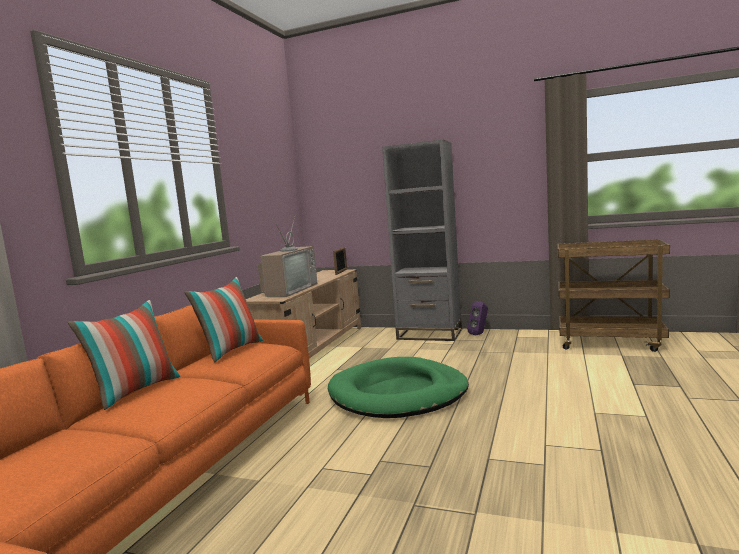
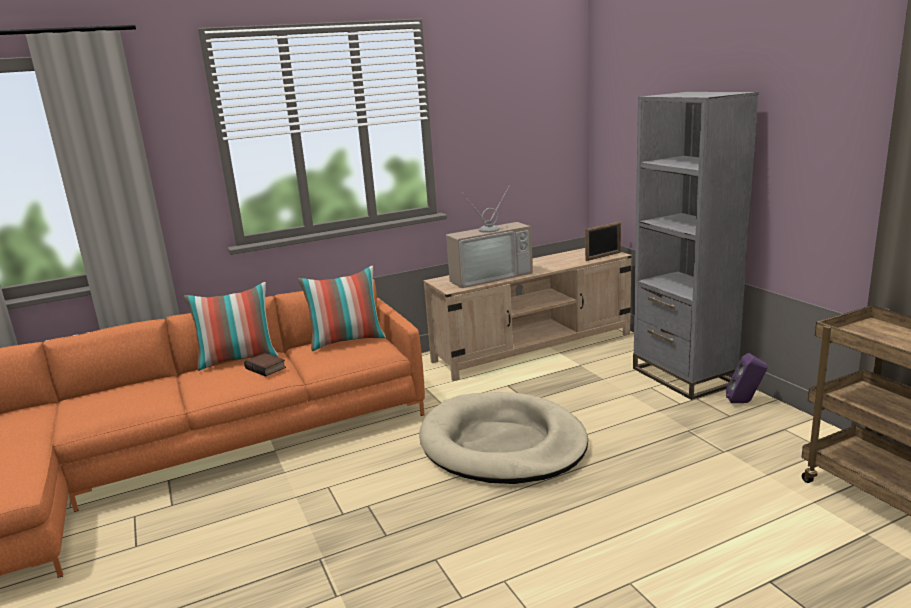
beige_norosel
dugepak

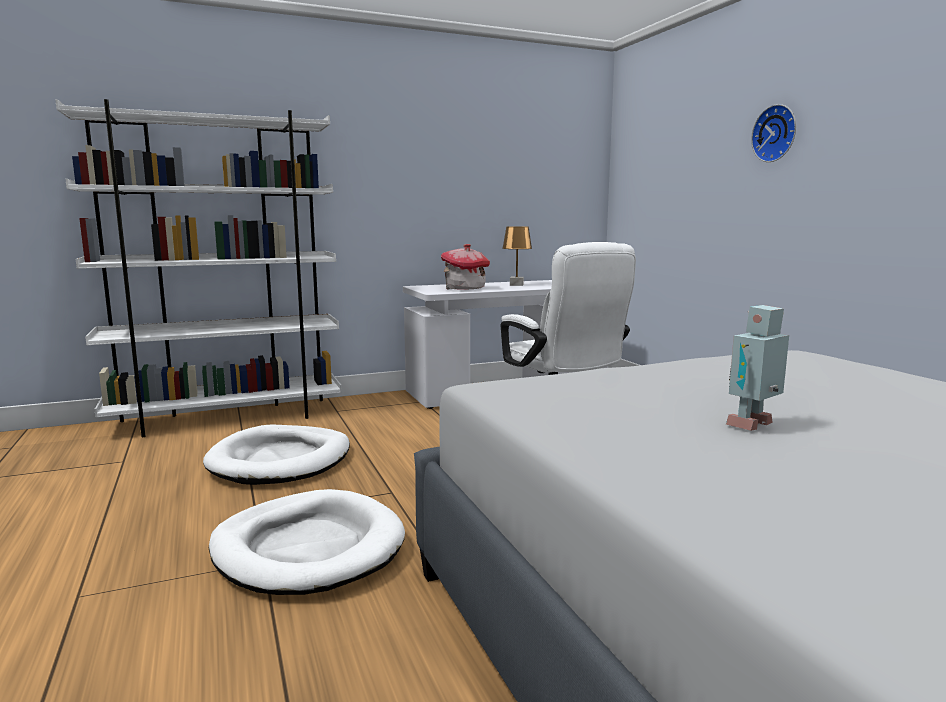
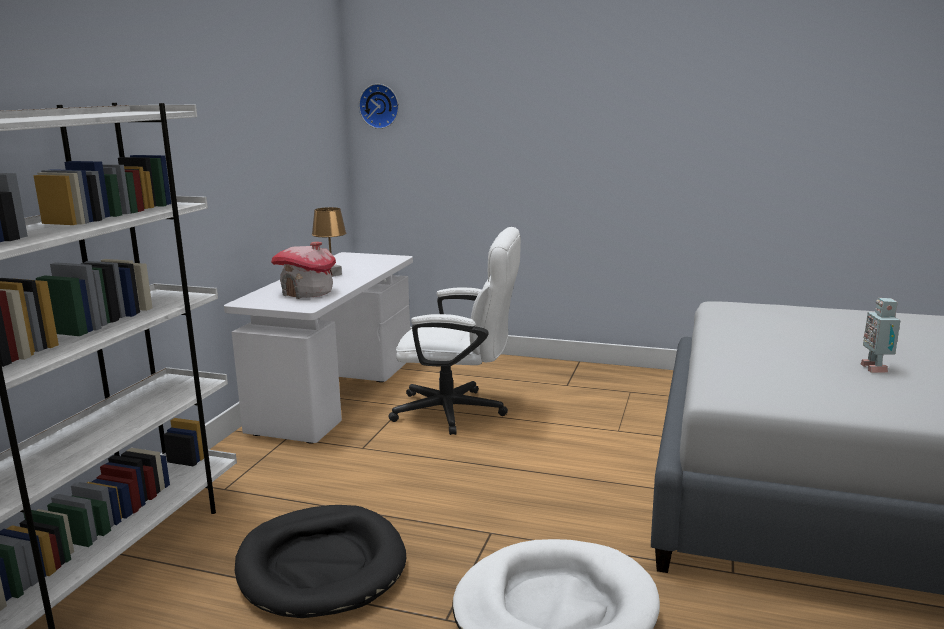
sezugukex
black_norosel

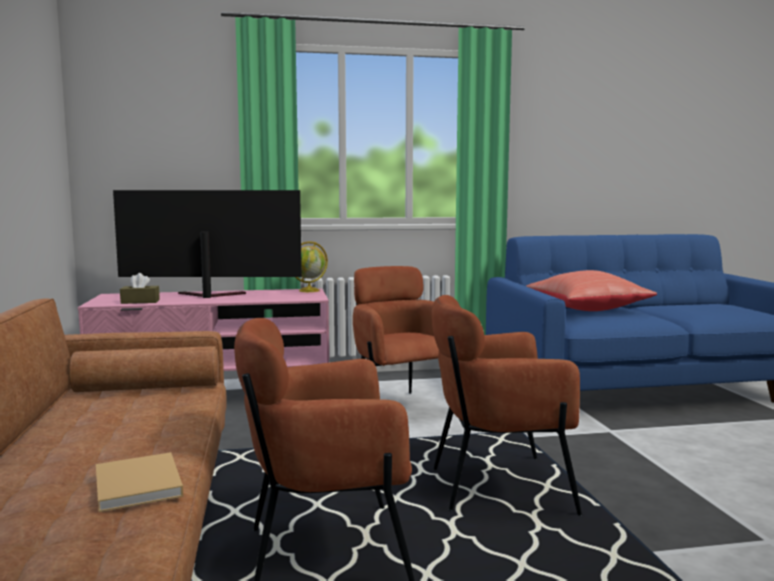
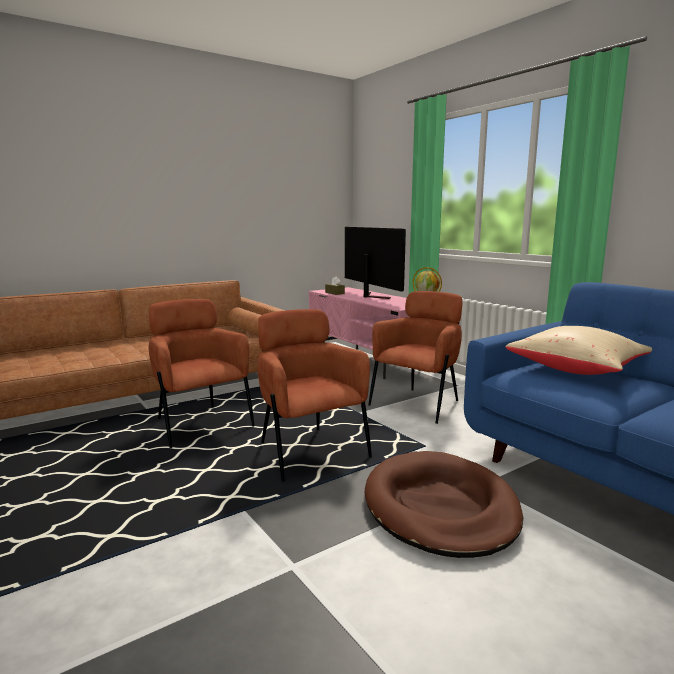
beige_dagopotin
beige_dugepak
brown_norosel

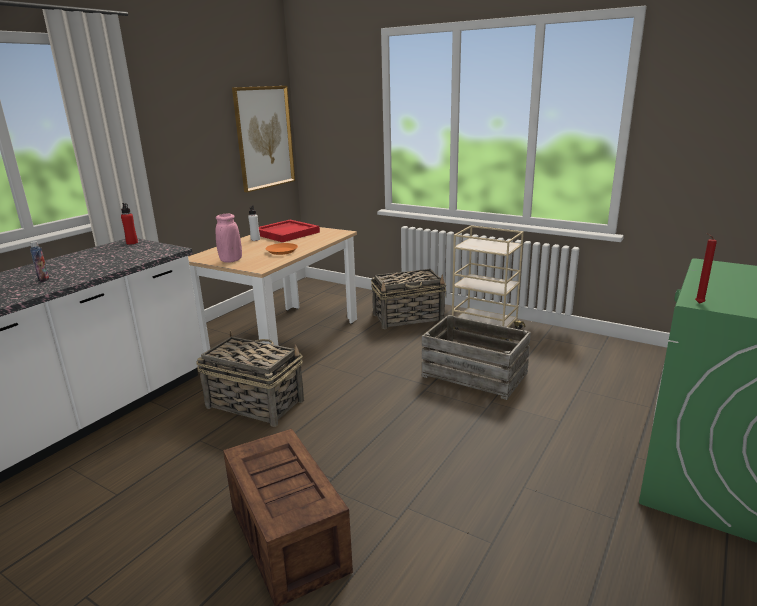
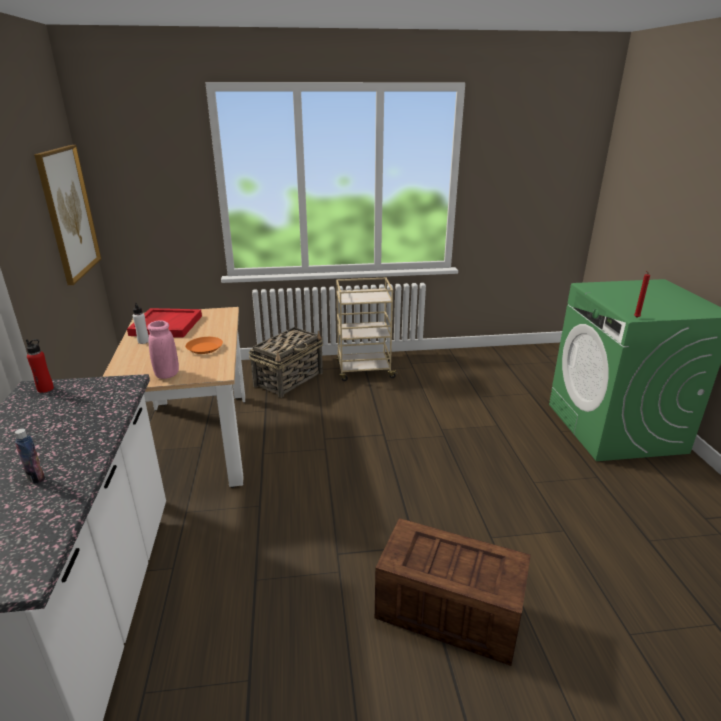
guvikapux (no. 2 from left in the first image)
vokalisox (no. 1 from left in the first image)

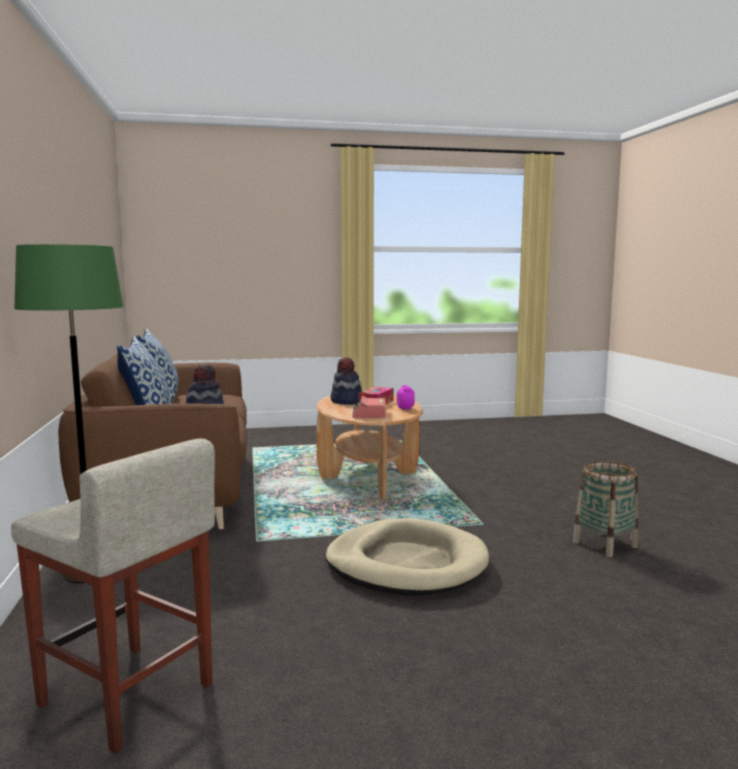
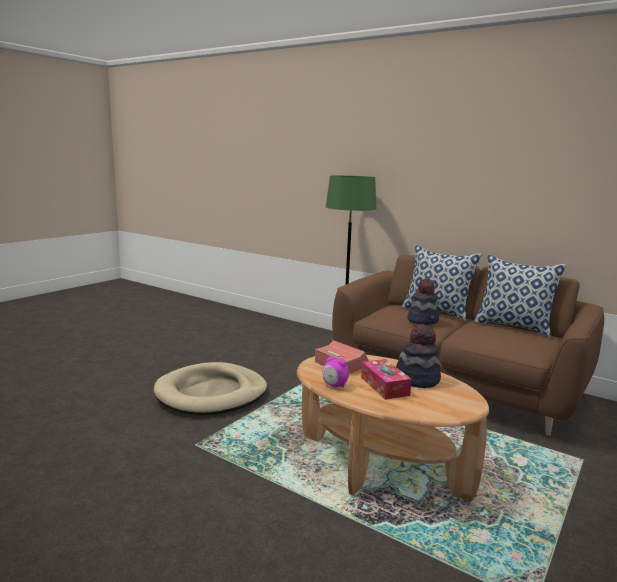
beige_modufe
vokalisox

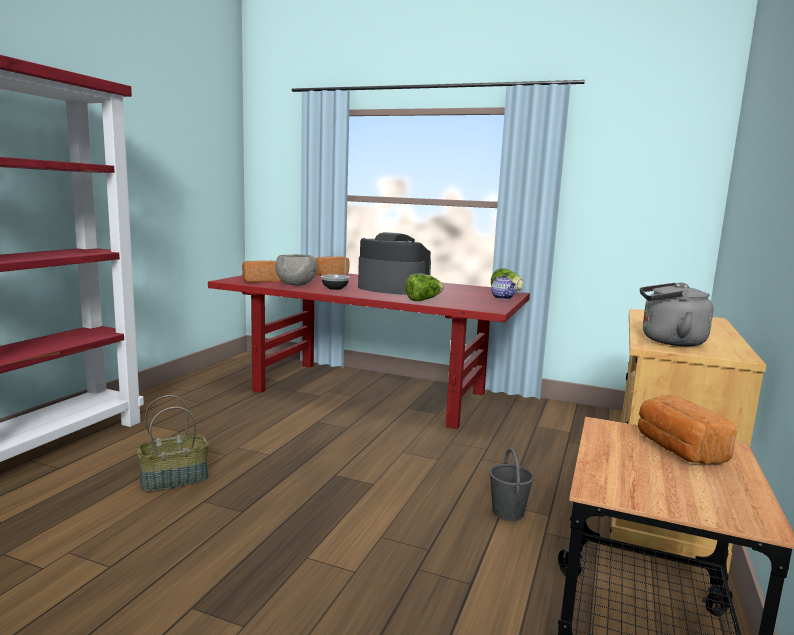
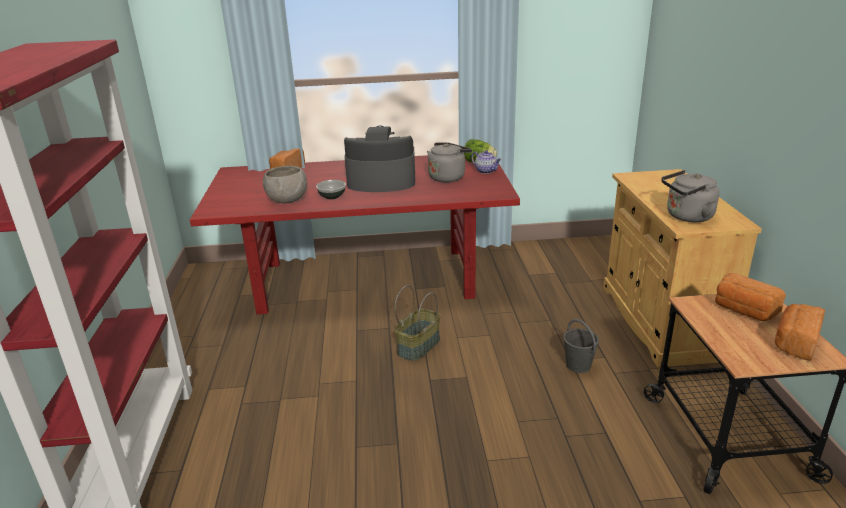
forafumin (no. 3 from left)
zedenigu (no. 1 from left in the first image)
vokalisox
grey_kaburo (no. 1 from left)

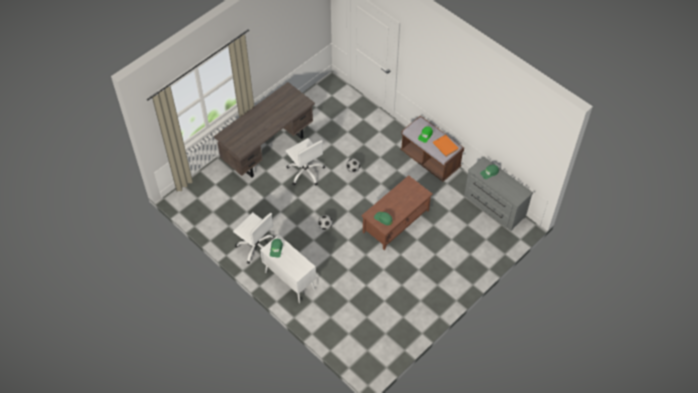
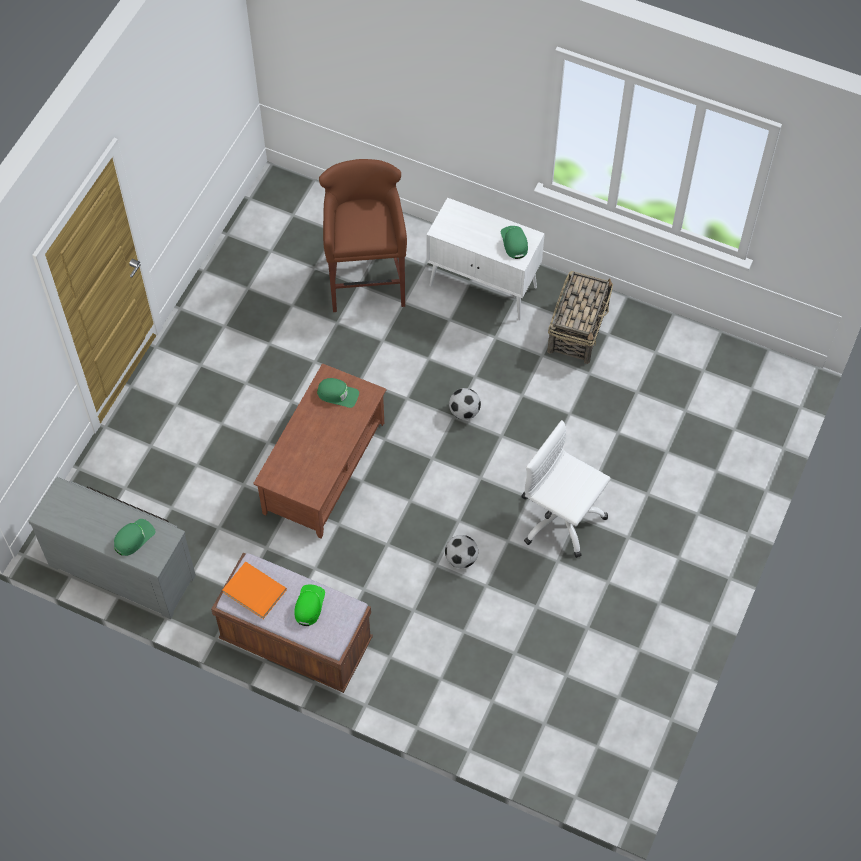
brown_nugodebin
vokalisox
brown_modufe

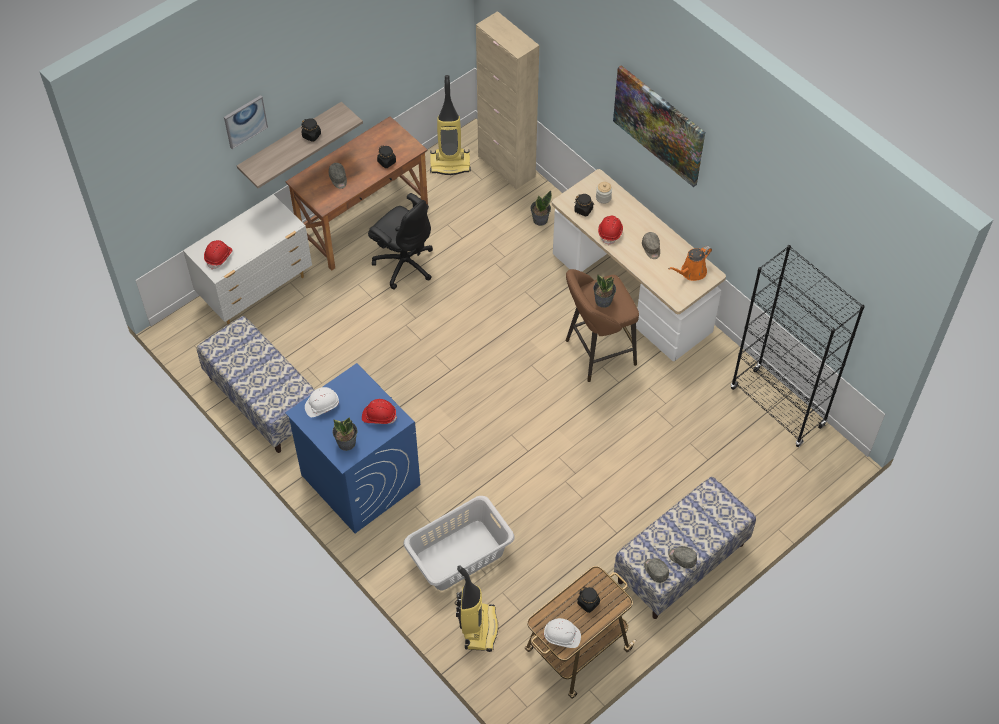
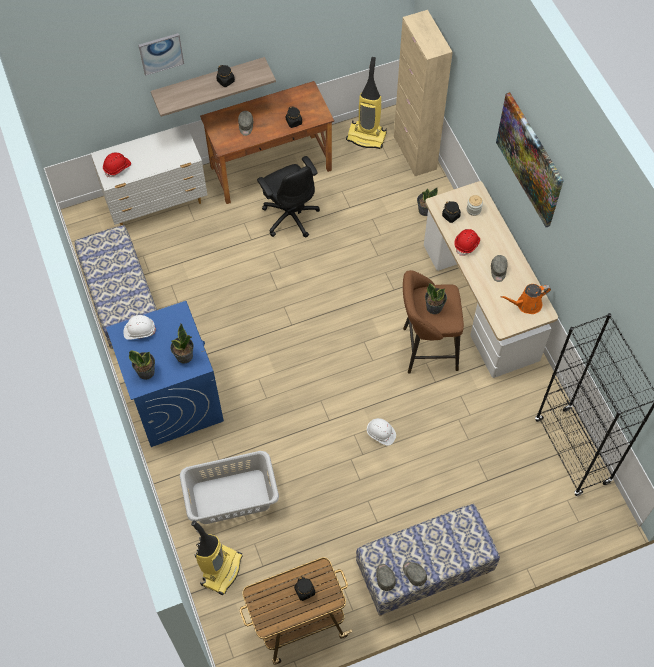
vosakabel (no. 2 from left)
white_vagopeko (no. 2 from left)

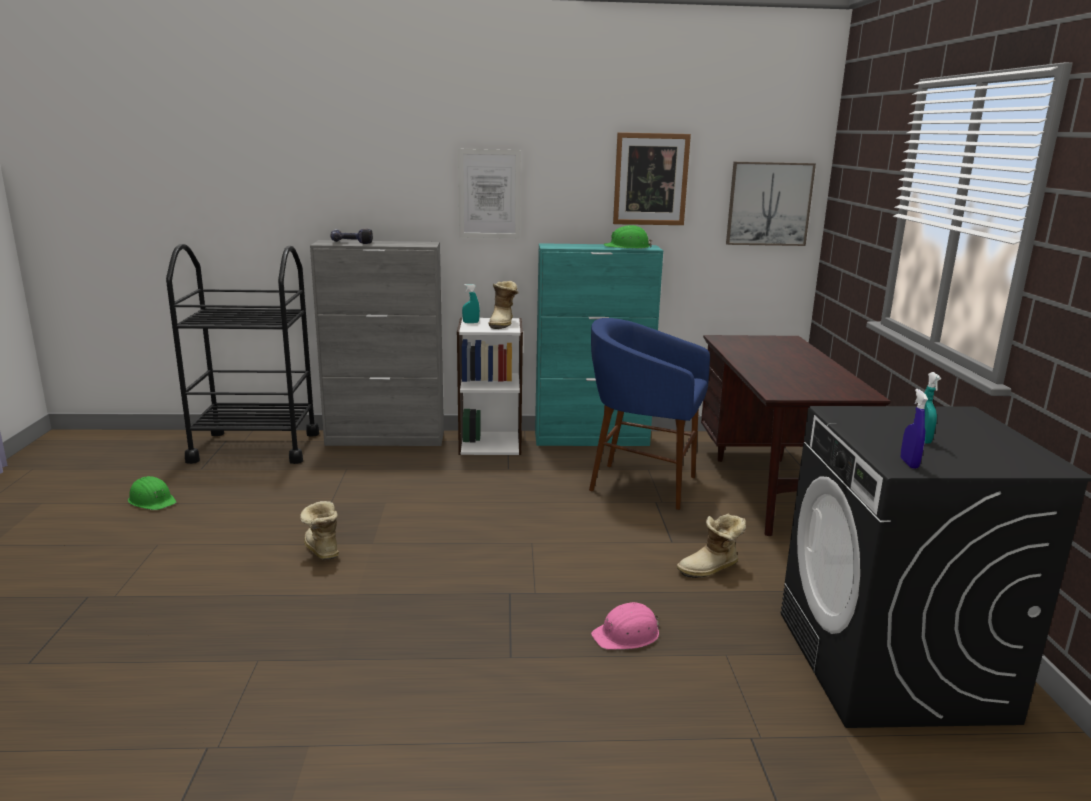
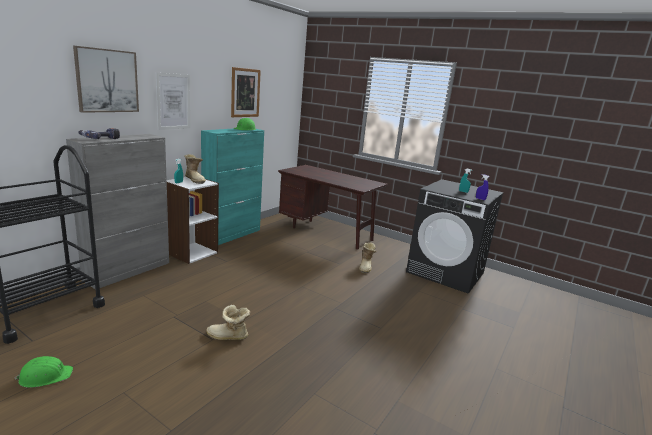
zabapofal (no. 1 from left)
blue_modufe
pink_vagopeko

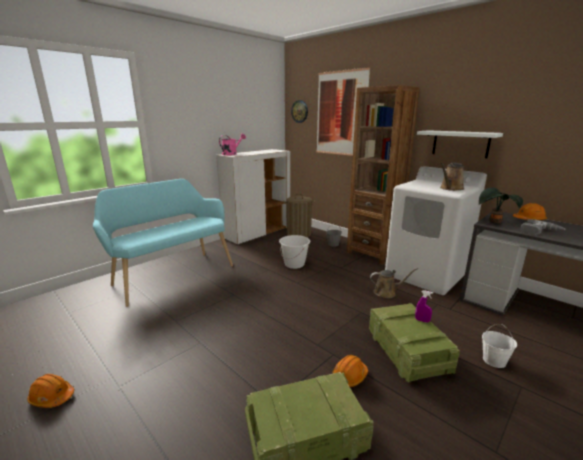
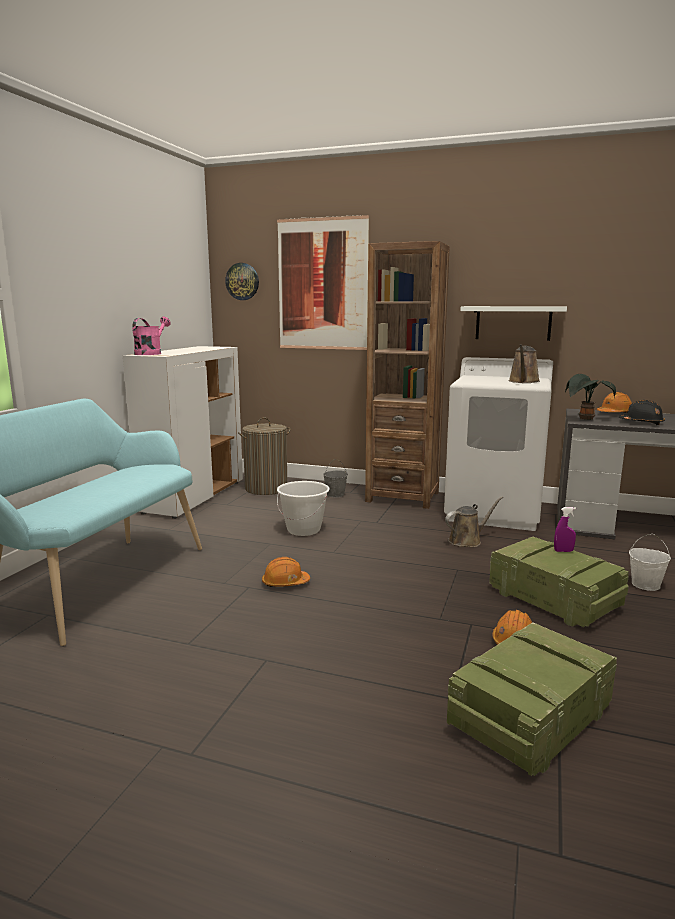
black_vagopeko
orange_vagopeko (no. 1 from left)

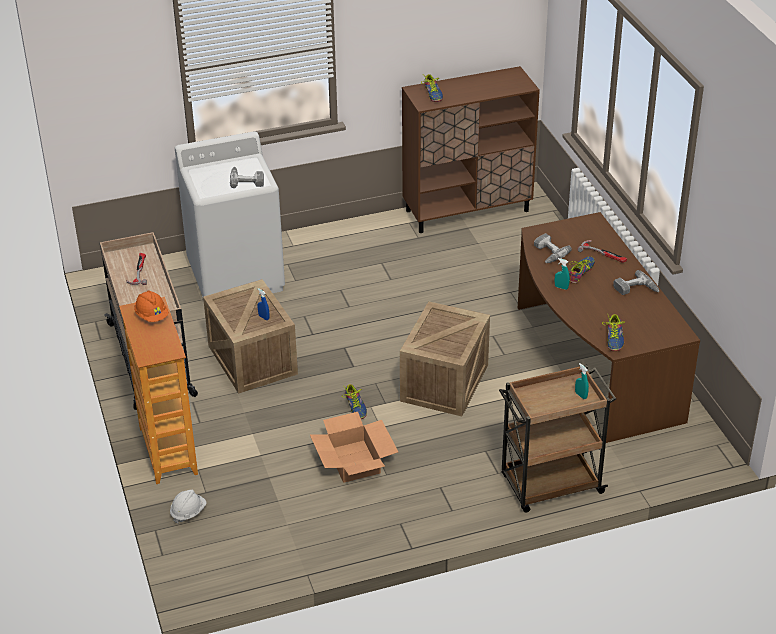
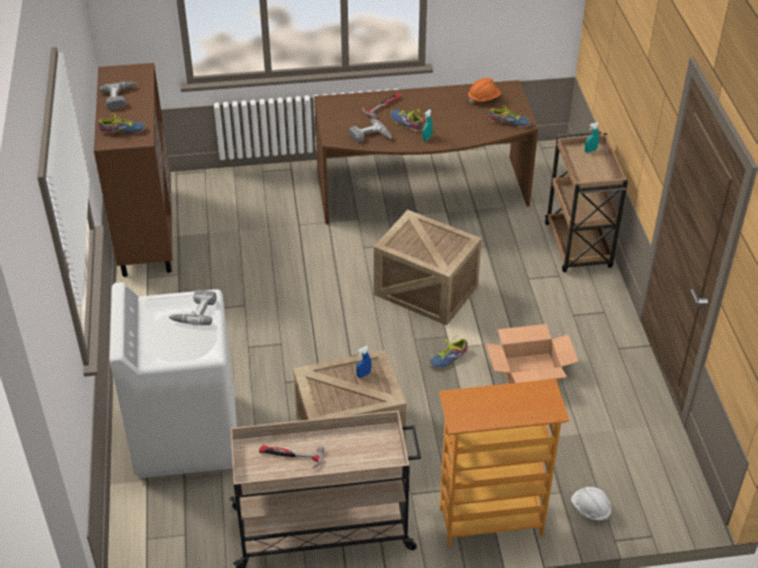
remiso (no. 1 from left)
orange_vagopeko
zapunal (no. 3 from left)

